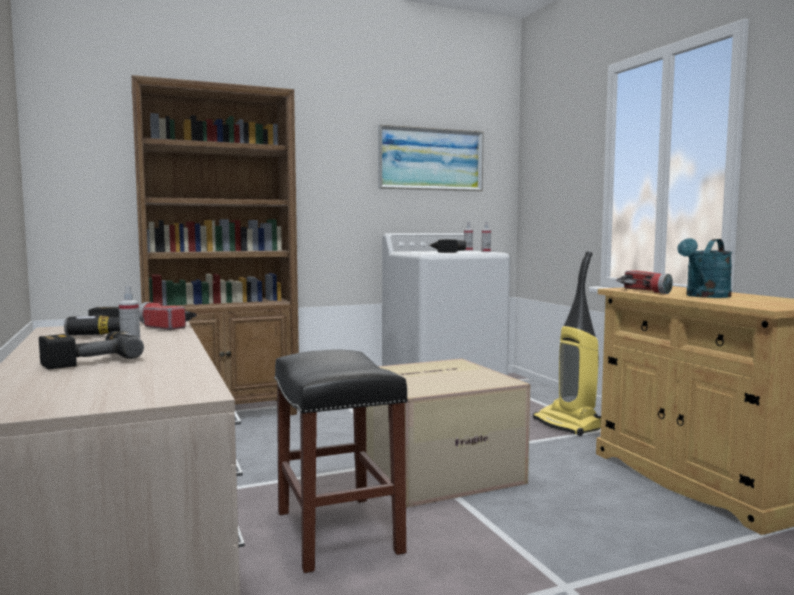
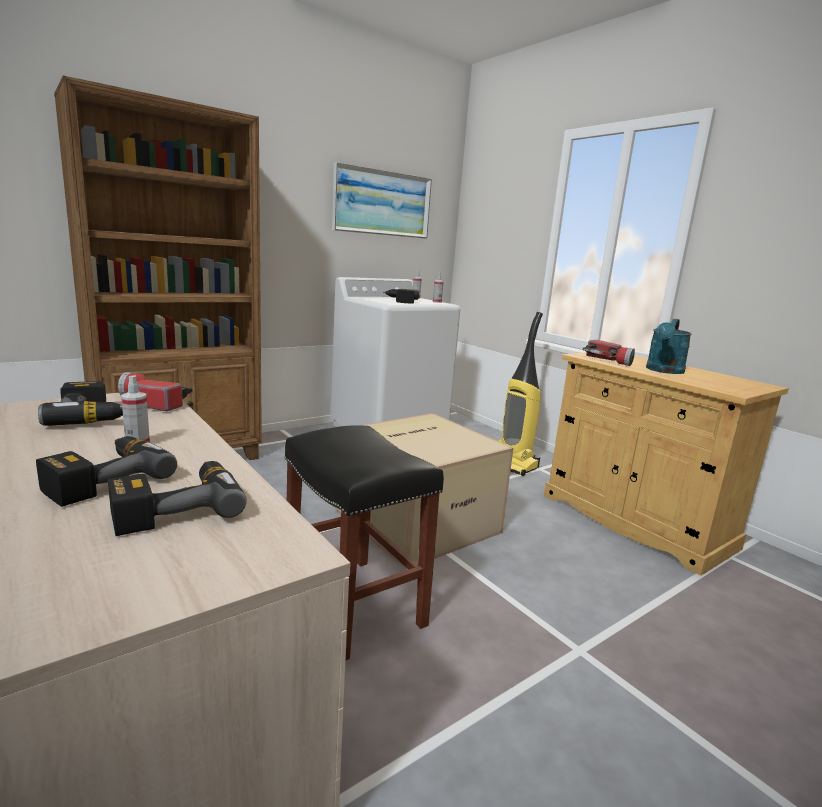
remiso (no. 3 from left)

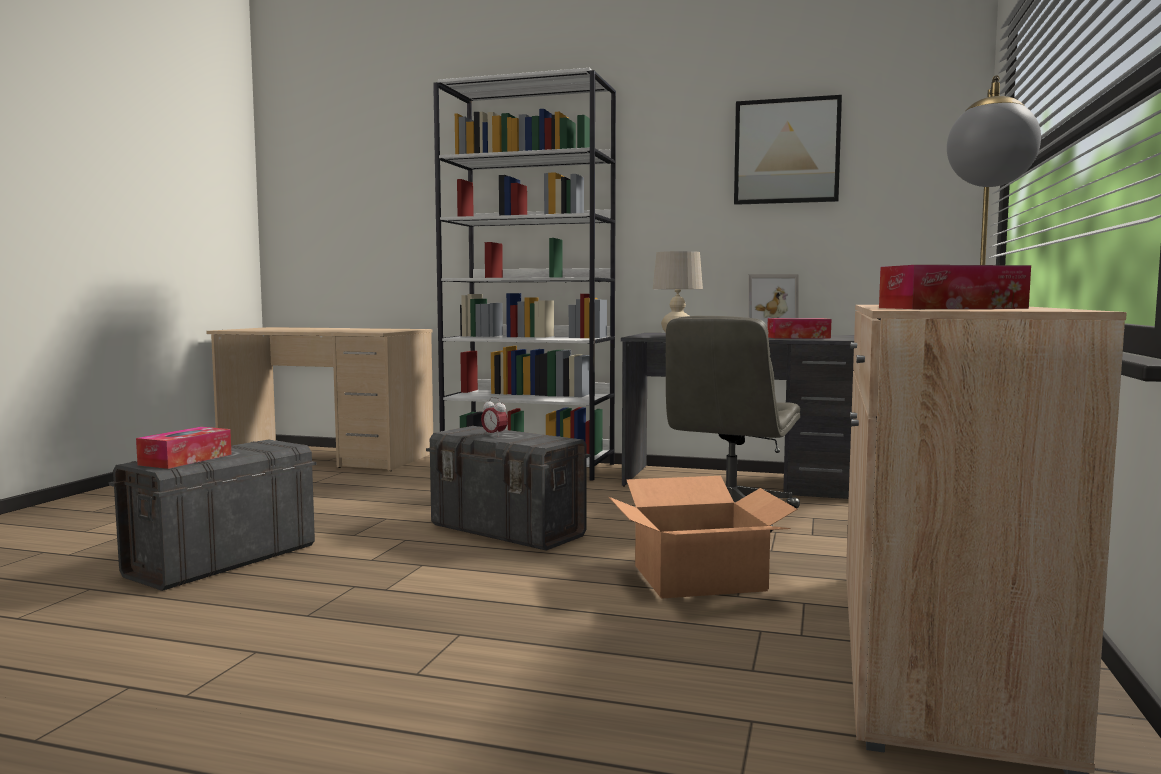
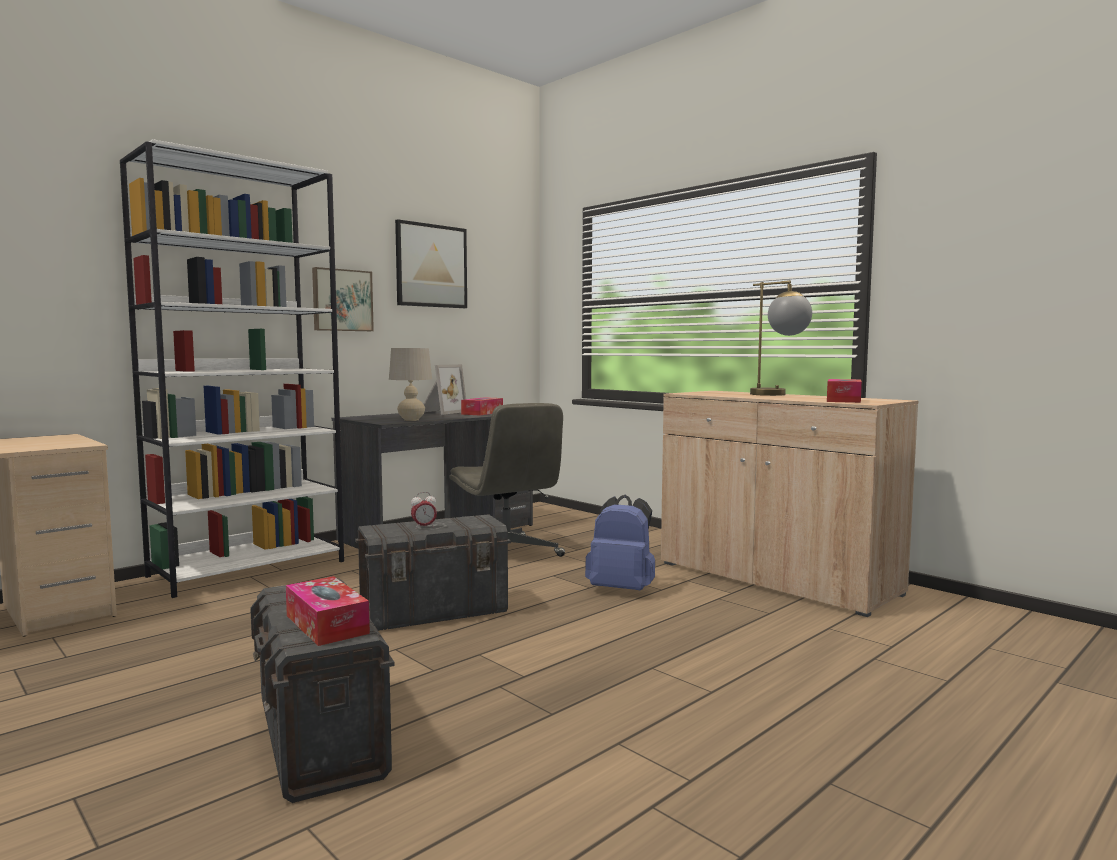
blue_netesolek
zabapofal (no. 1 from left)

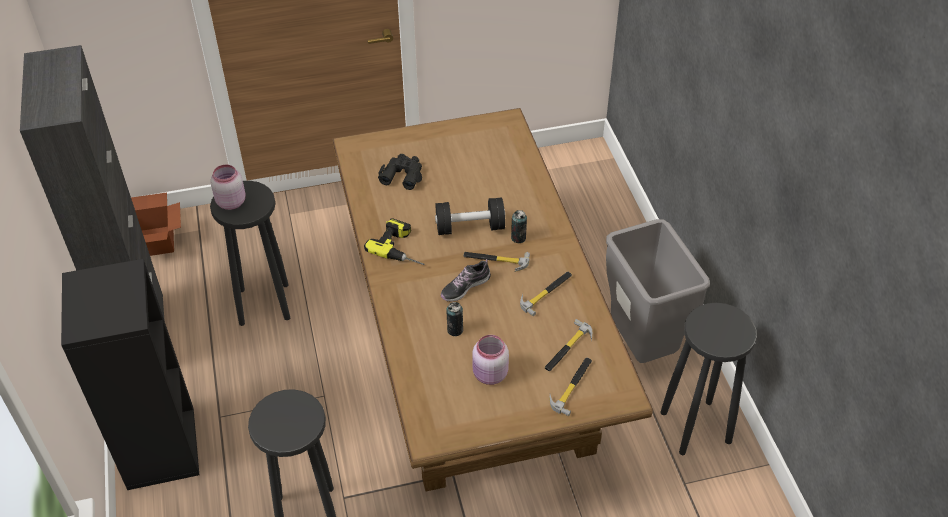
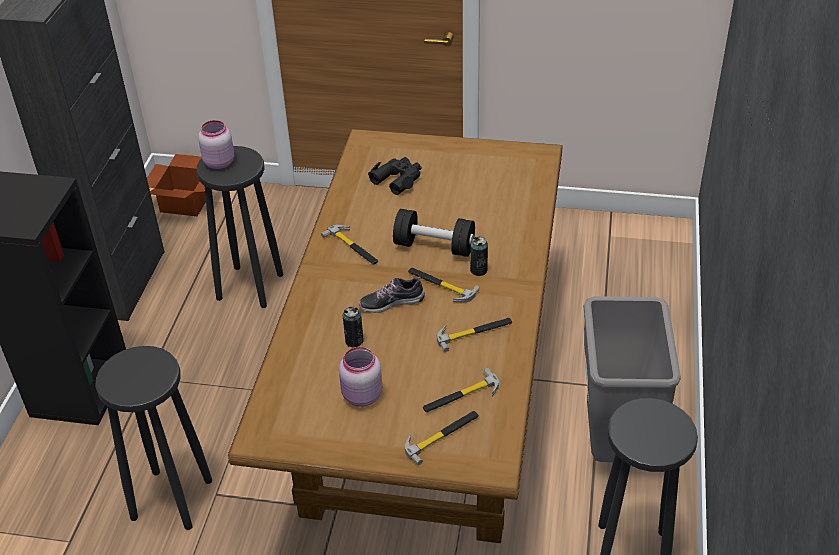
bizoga (no. 1 from left)

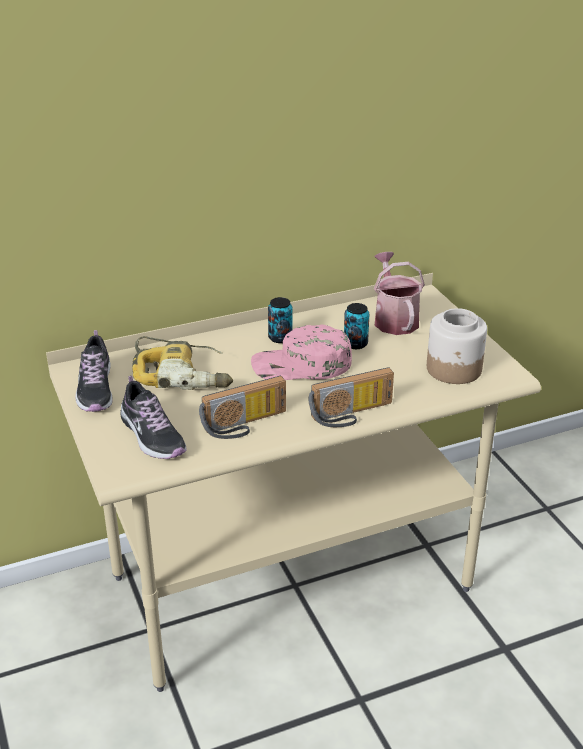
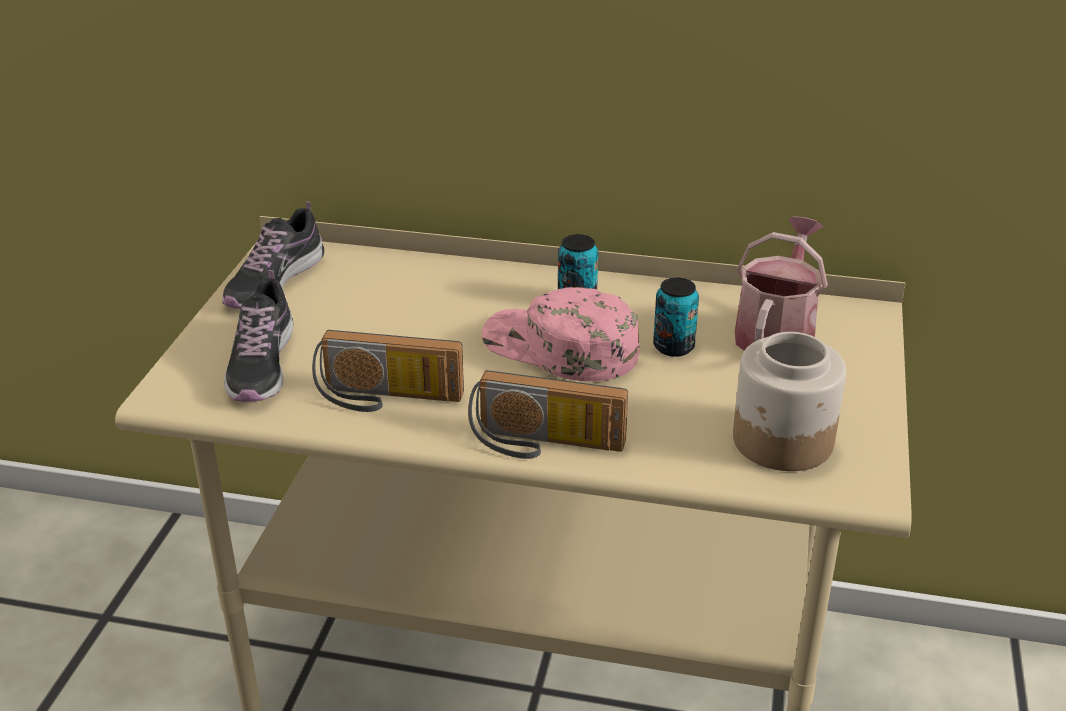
remiso

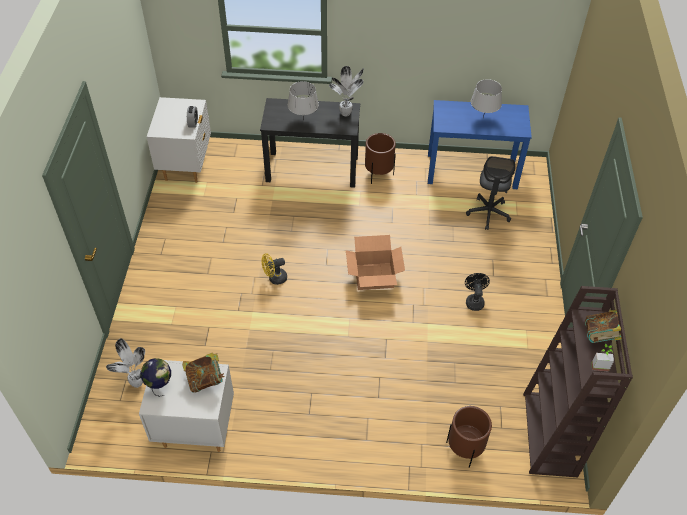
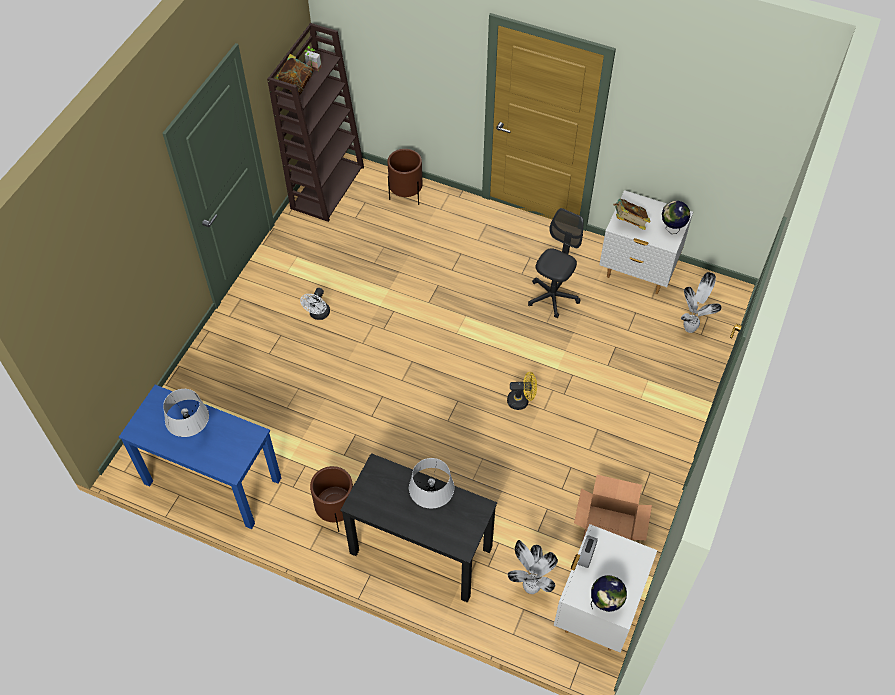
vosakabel (no. 2 from left)
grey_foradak
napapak
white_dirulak
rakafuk (no. 1 from left)

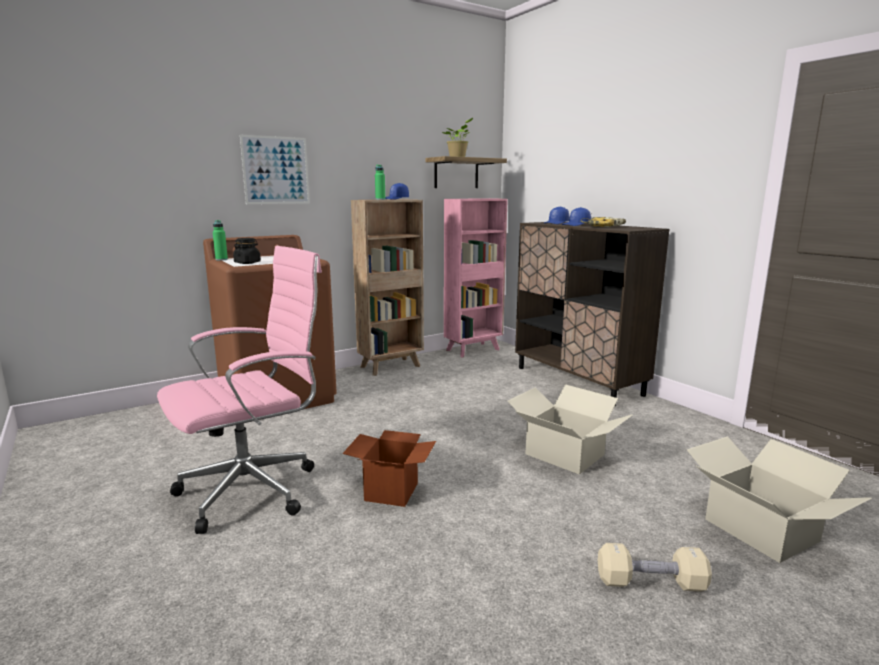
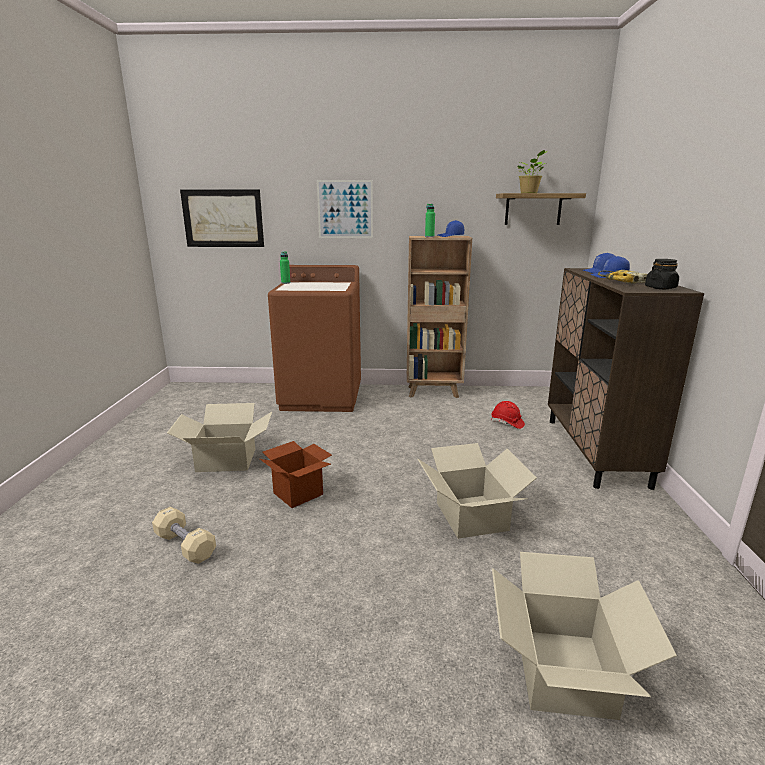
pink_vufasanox
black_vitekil
napapak (no. 1 from left)
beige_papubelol
zabapofal (no. 1 from left)
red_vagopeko

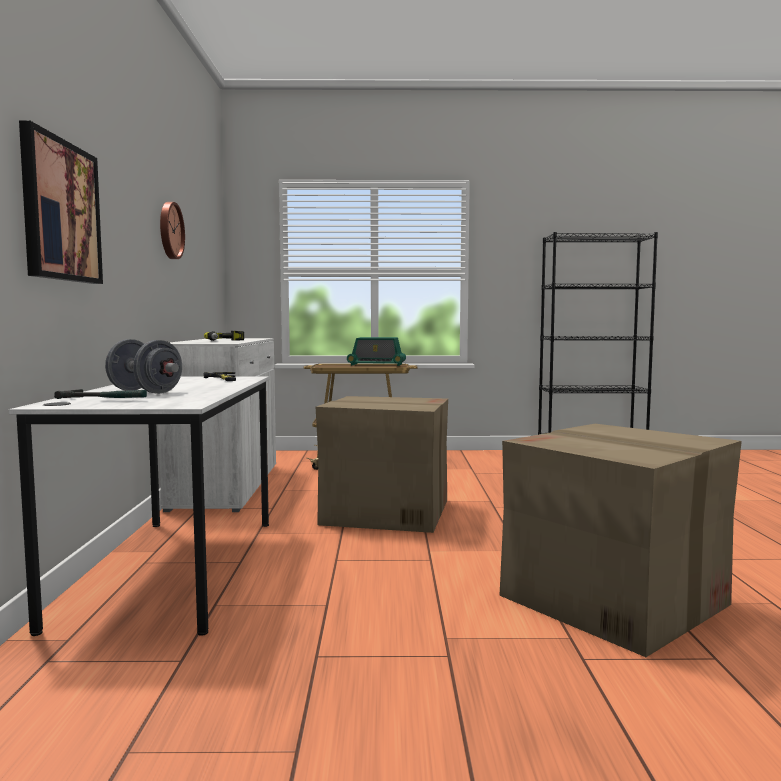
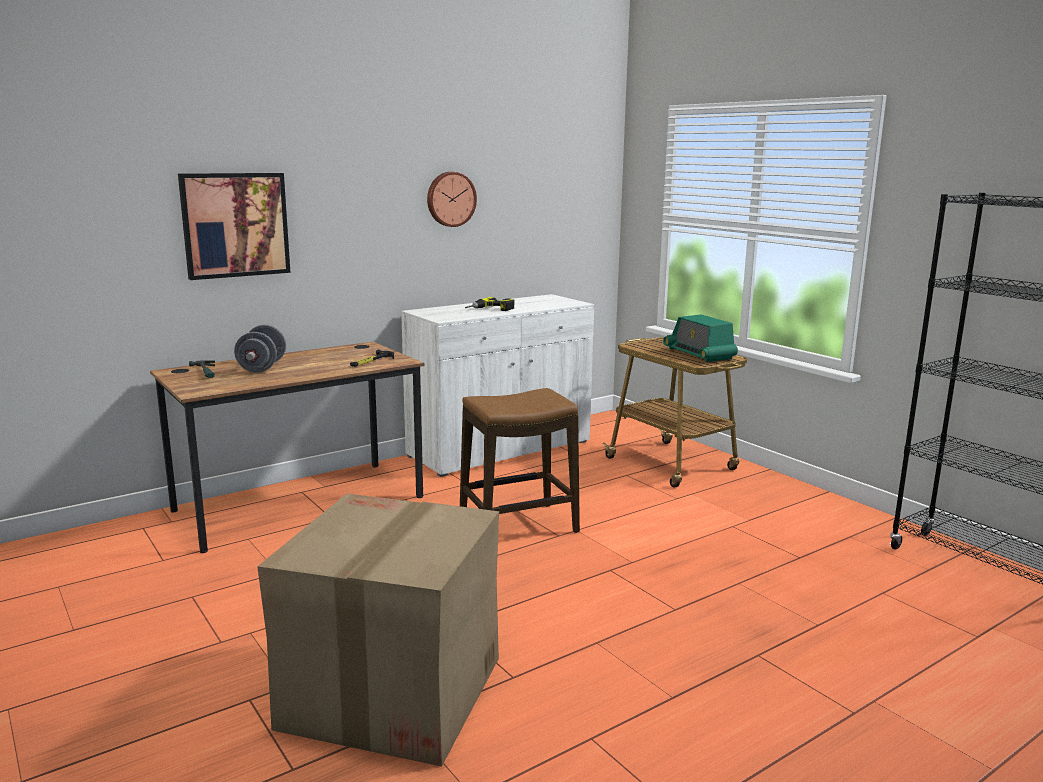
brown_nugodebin
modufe

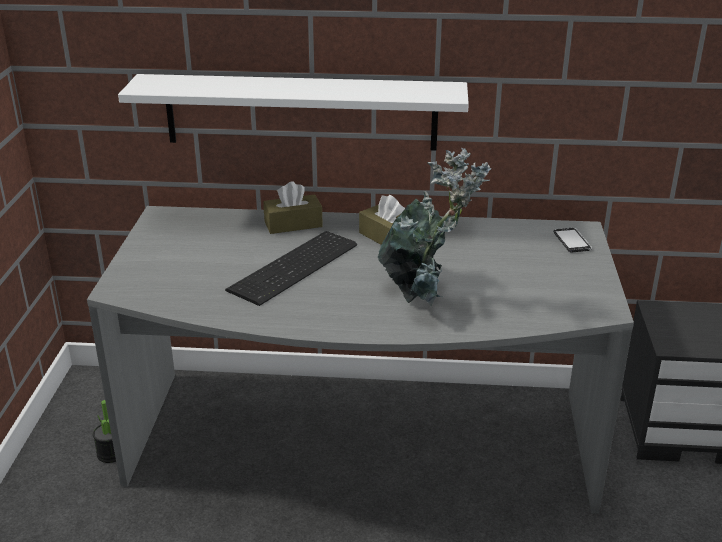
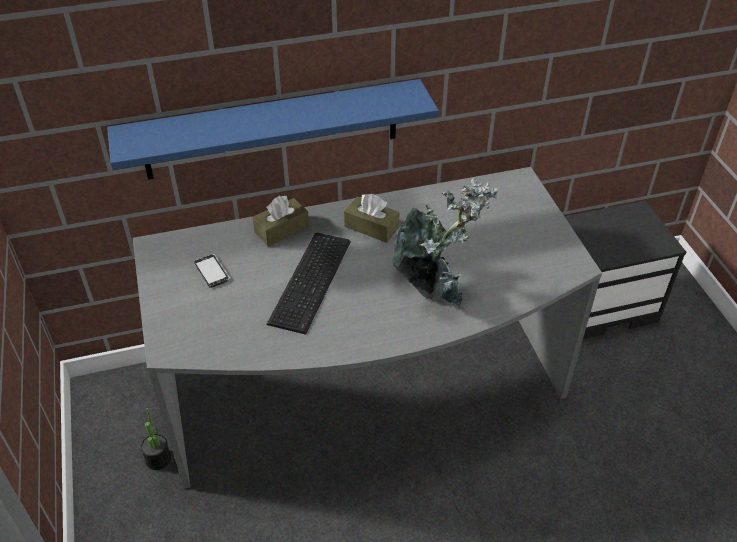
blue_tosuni
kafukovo

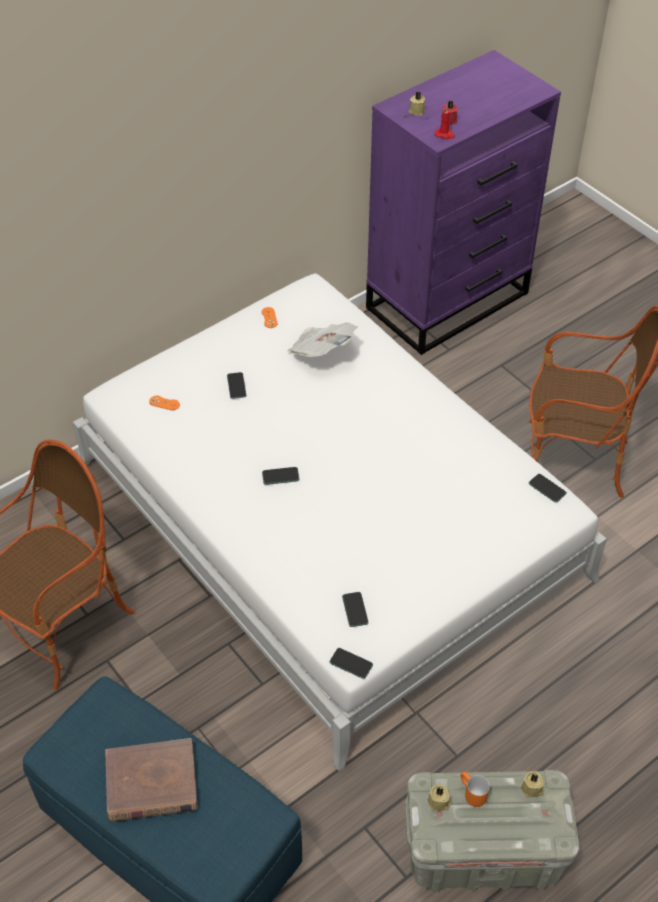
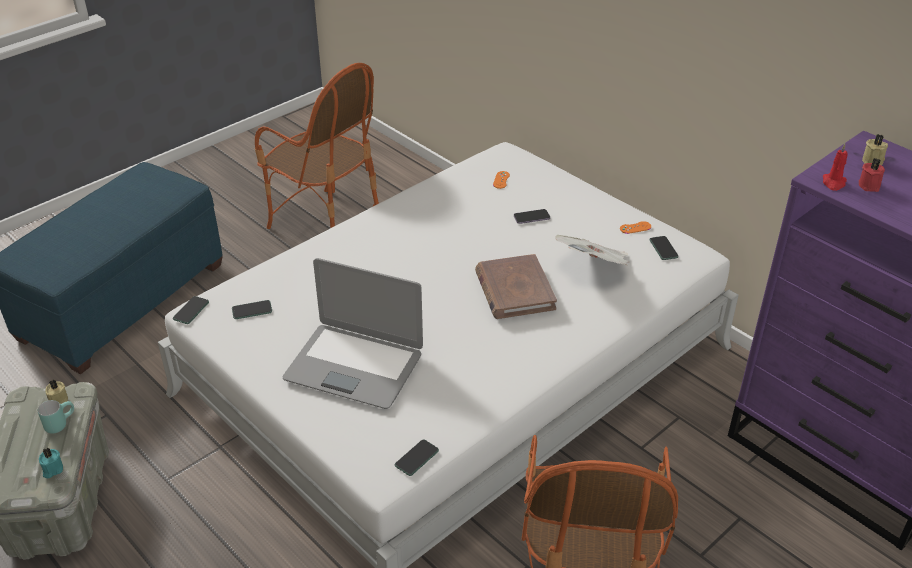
kafukovo (no. 5 from left)
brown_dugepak
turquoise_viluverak
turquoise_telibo
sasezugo

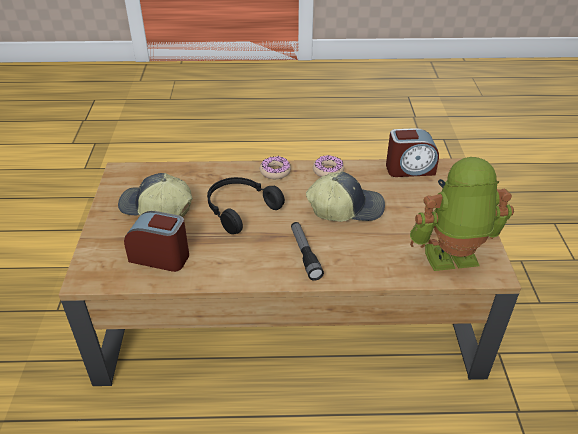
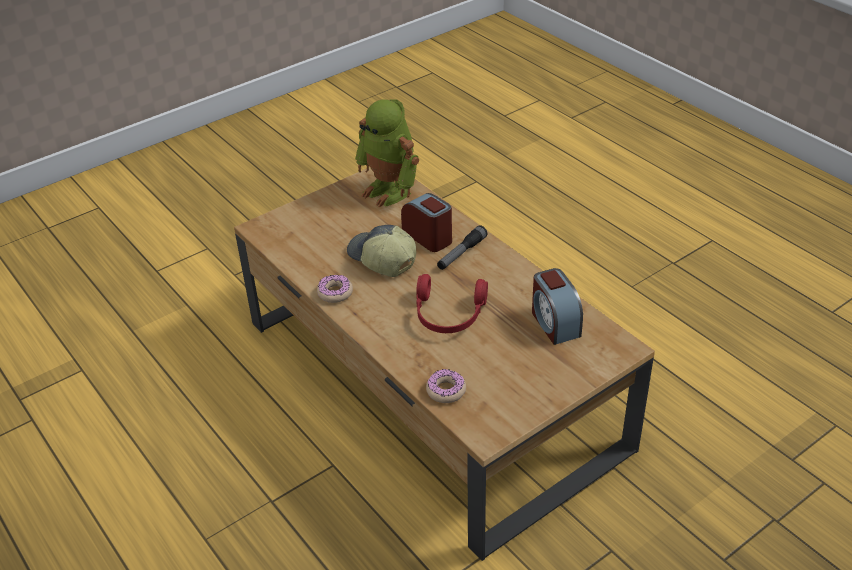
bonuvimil (no. 1 from left)
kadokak (no. 2 from left)
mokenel (no. 1 from left in the first image)
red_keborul

